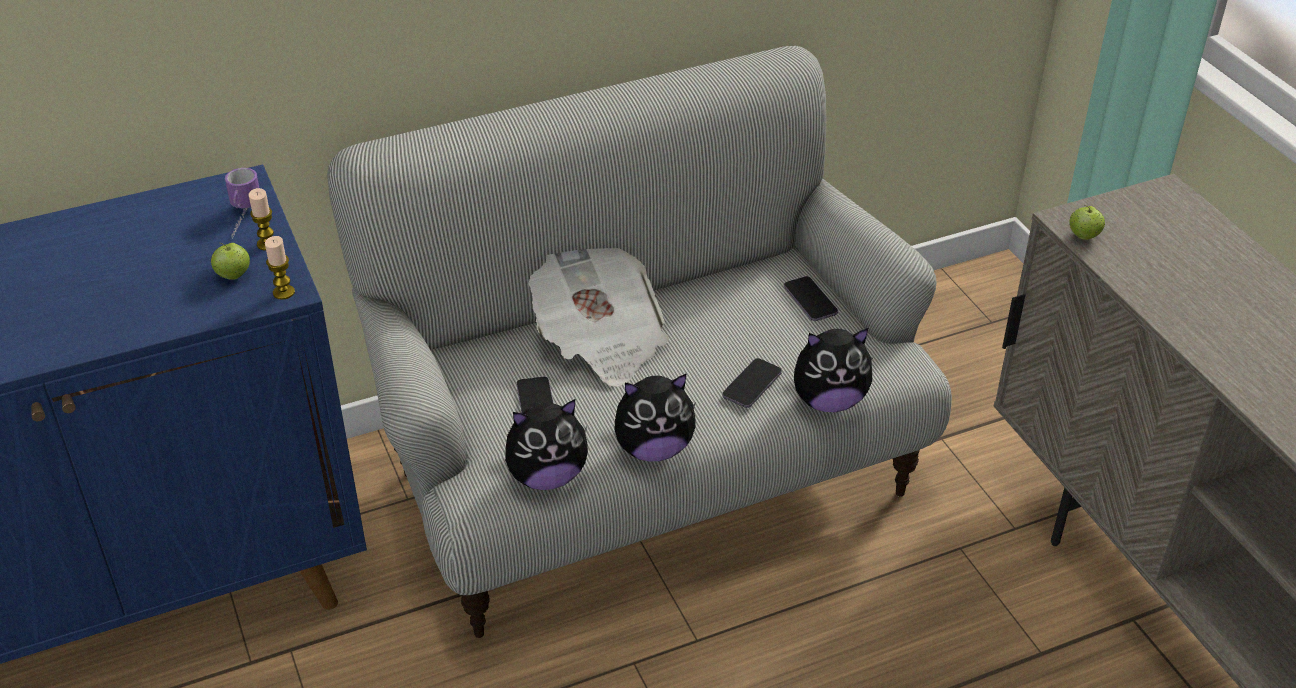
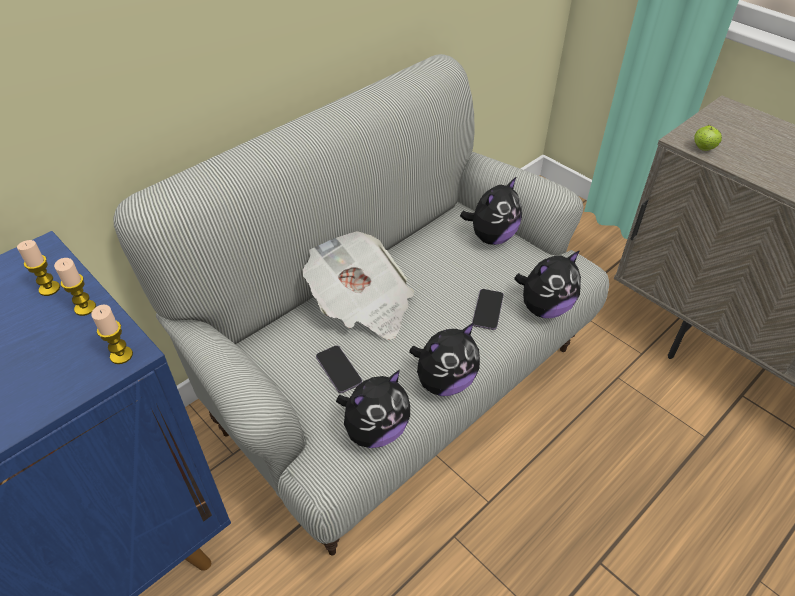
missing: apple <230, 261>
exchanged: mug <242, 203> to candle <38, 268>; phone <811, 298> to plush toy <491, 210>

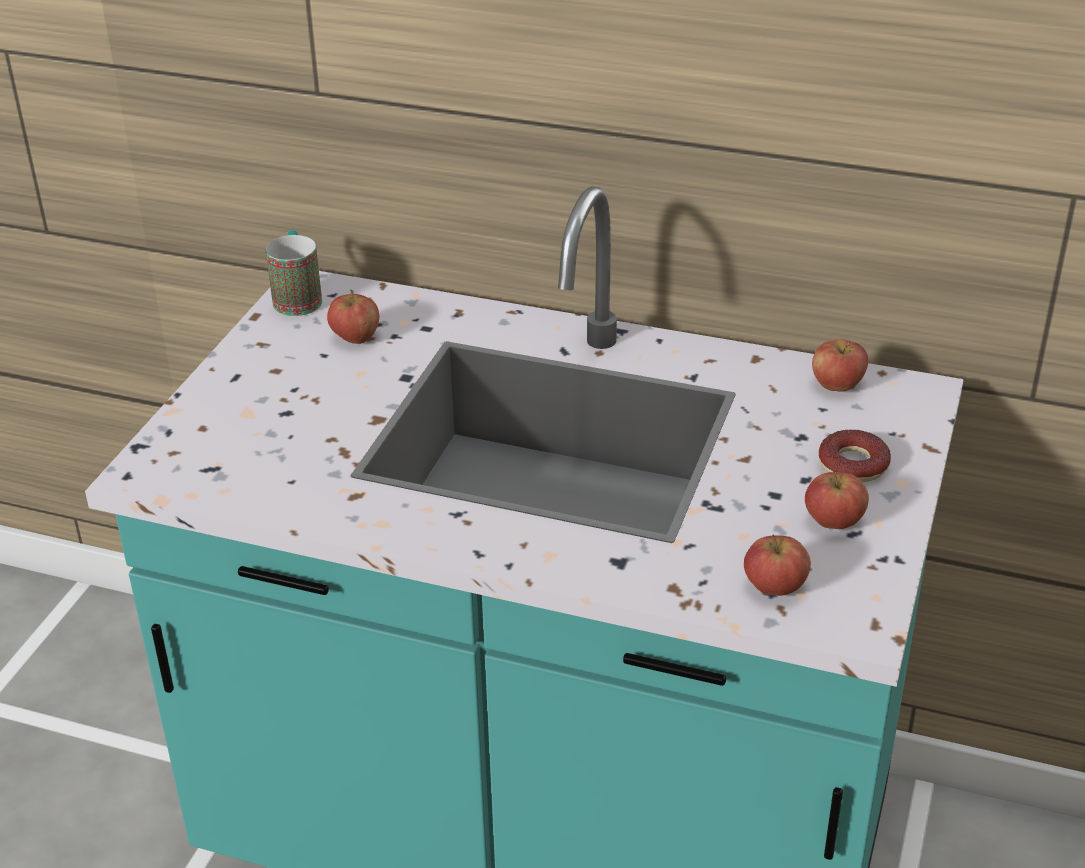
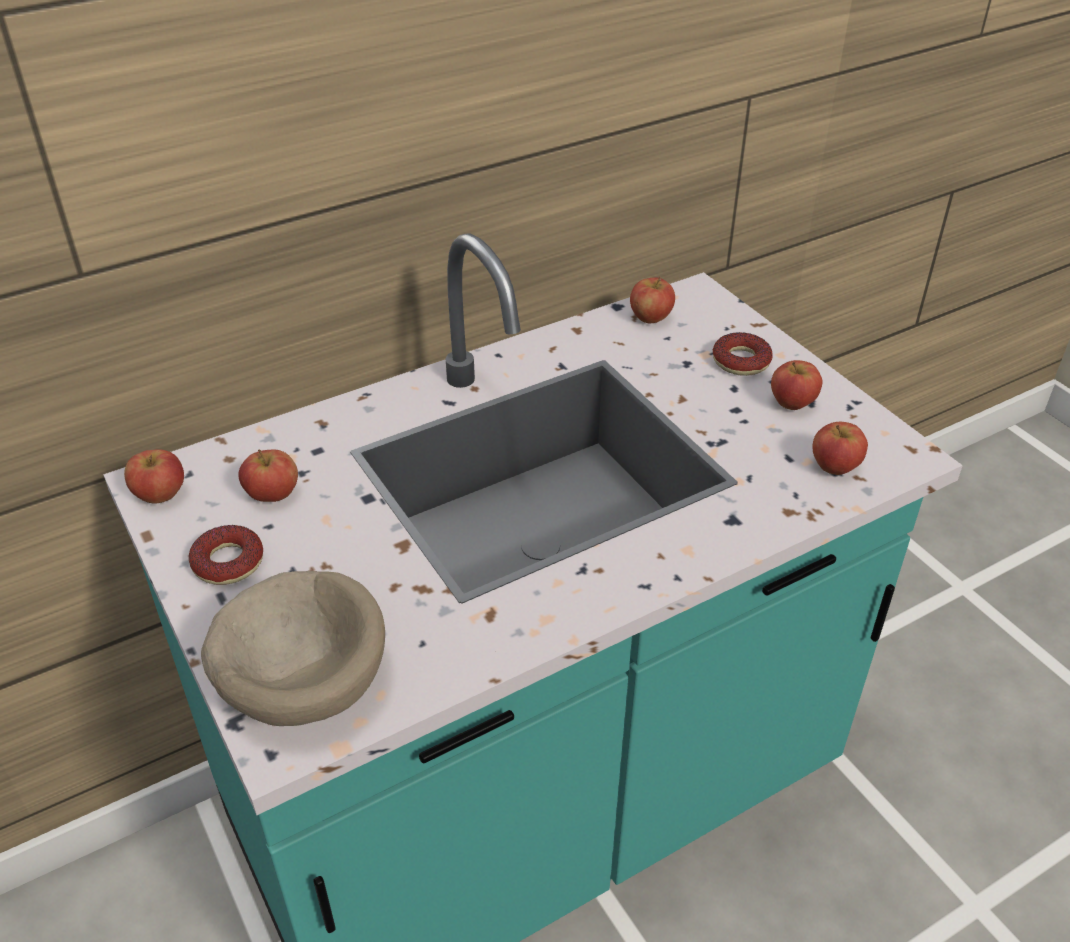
appeared: donut <226, 555>; bowl/beige <293, 648>
exchanged: mug <294, 273> to apple <154, 476>

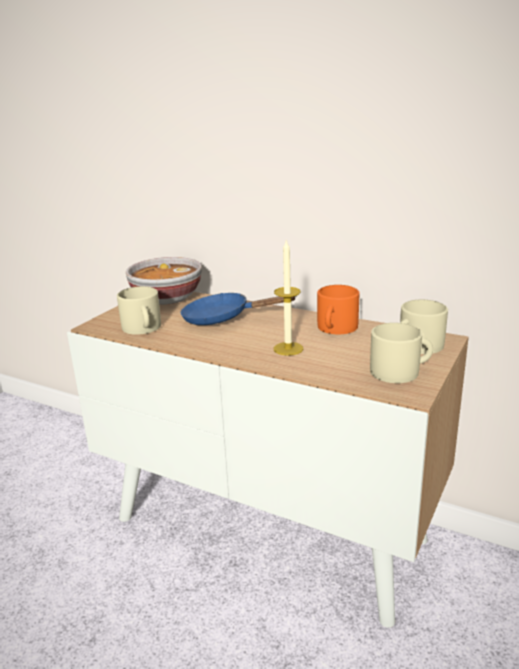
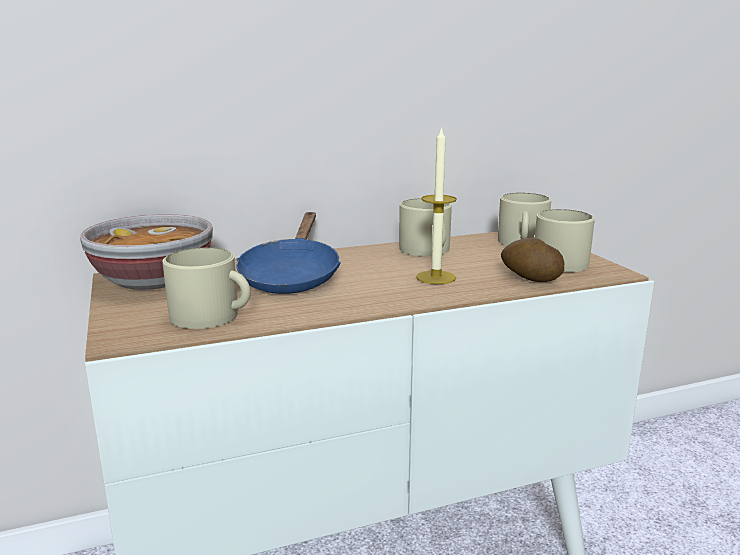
appeared: potato <532, 260>
colour: mug/orange <338, 309> to mug/beige <425, 227>
spun: frying pan/blue <239, 309> = <288, 253> 45 degrees counterclockwise

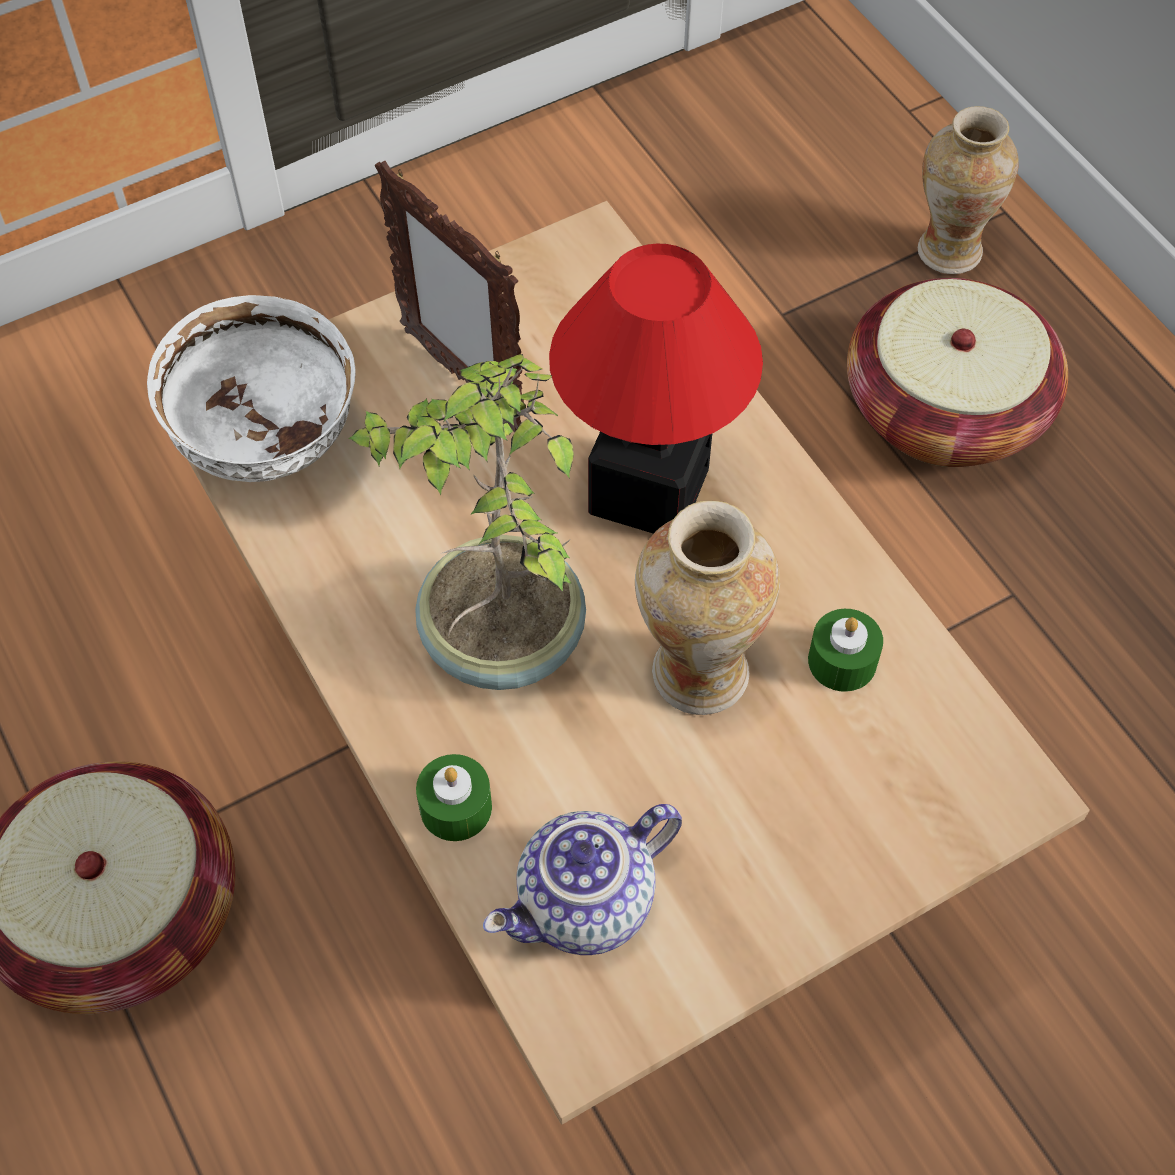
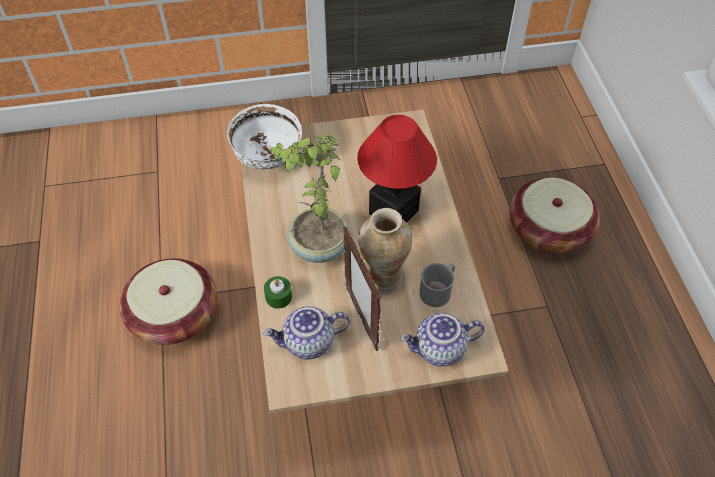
missing: vase <968, 190>
appeared: teapot <442, 340>
relocated: picture frame <449, 297> to <362, 288>
exchanged: candle/green <845, 650> to mug/grey <437, 285>

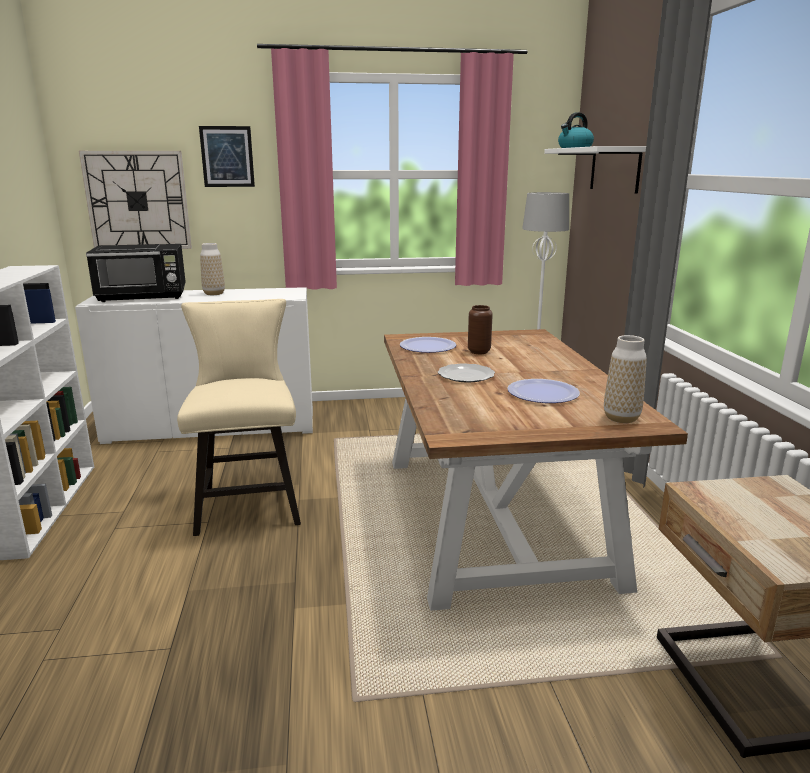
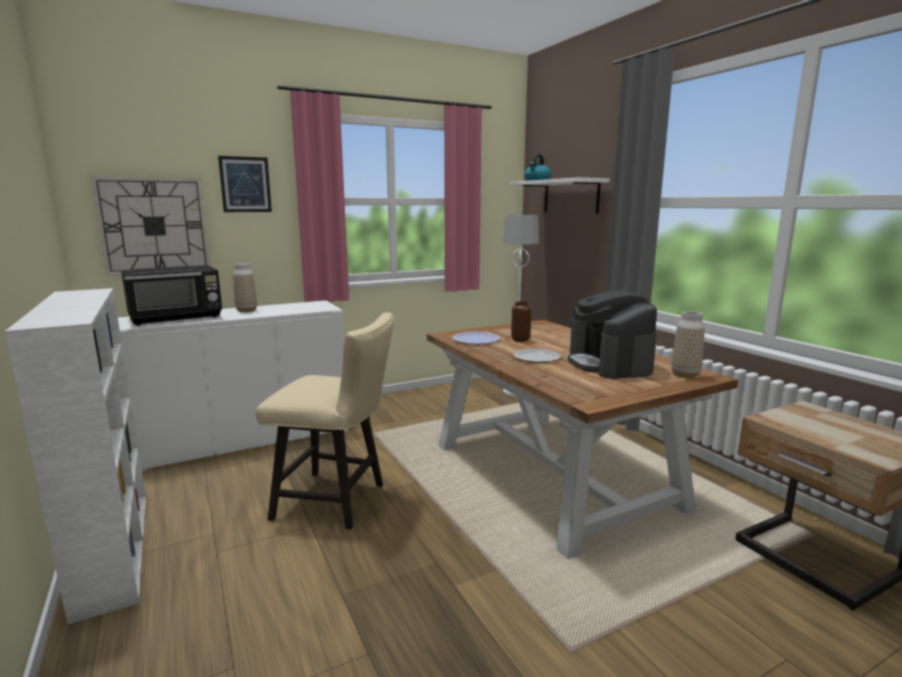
exchanged: plate <543, 391> to coffee machine <612, 334>
spun: chair/beige <239, 417> = <325, 420> 135 degrees clockwise

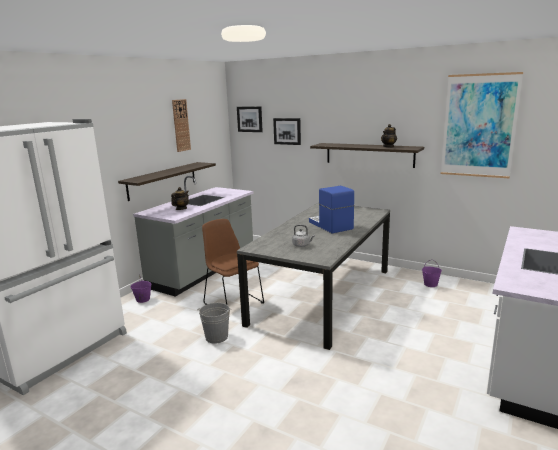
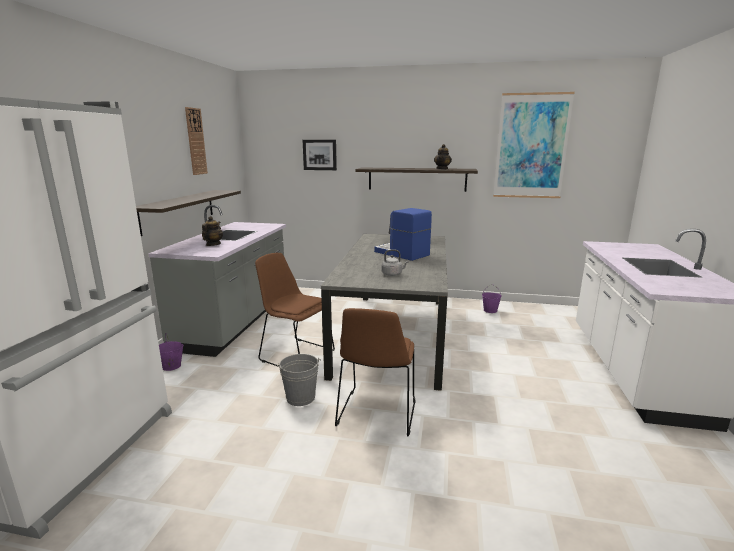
missing: picture <250, 119>
appeared: chair/brown <375, 372>

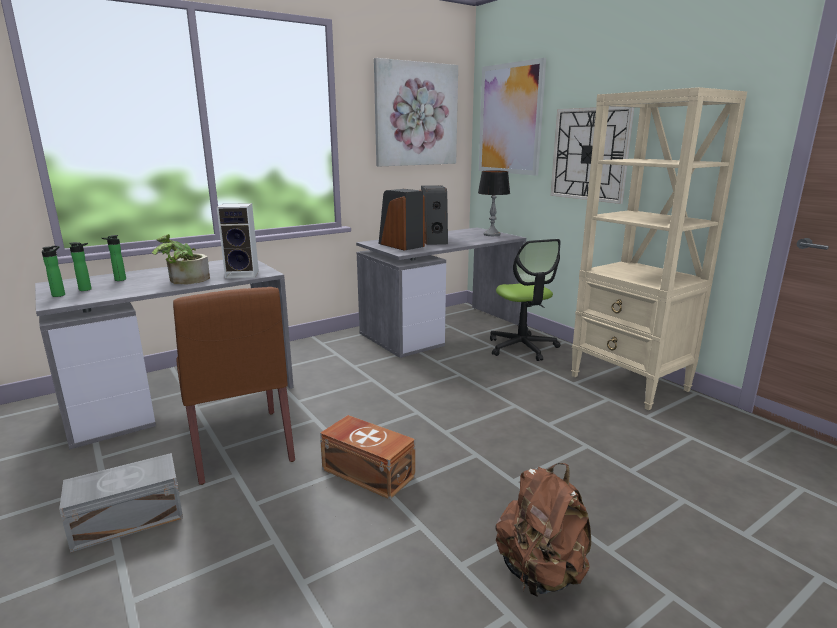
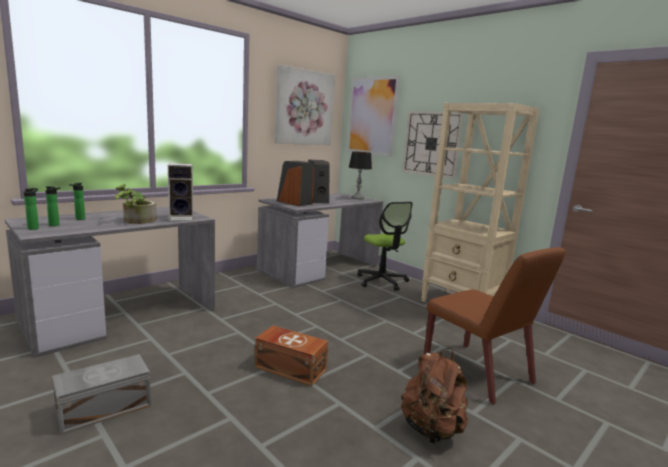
relocated: chair/brown <234, 386> to <495, 326>

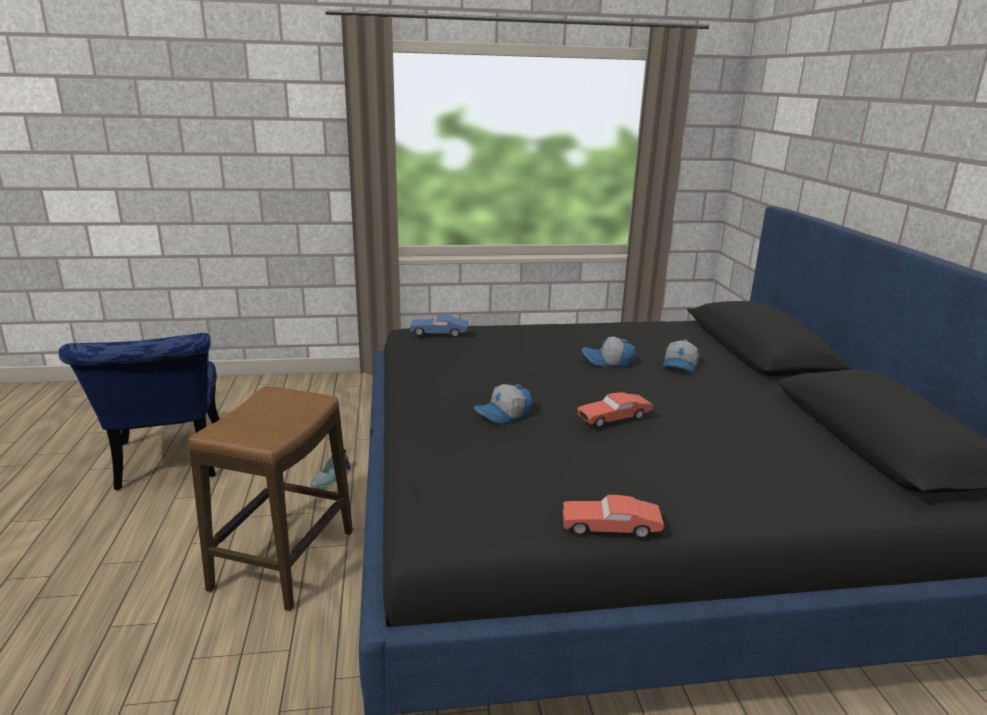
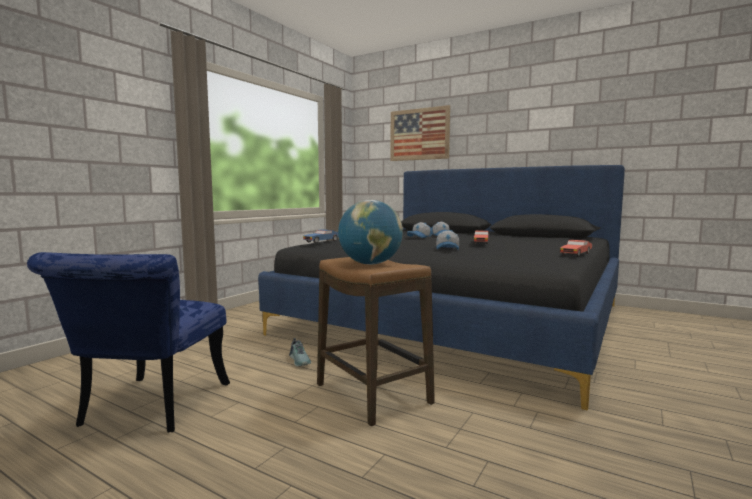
appeared: picture <420, 133>; globe <370, 232>
spun: chair/blue <139, 411> = <128, 342> 75 degrees clockwise

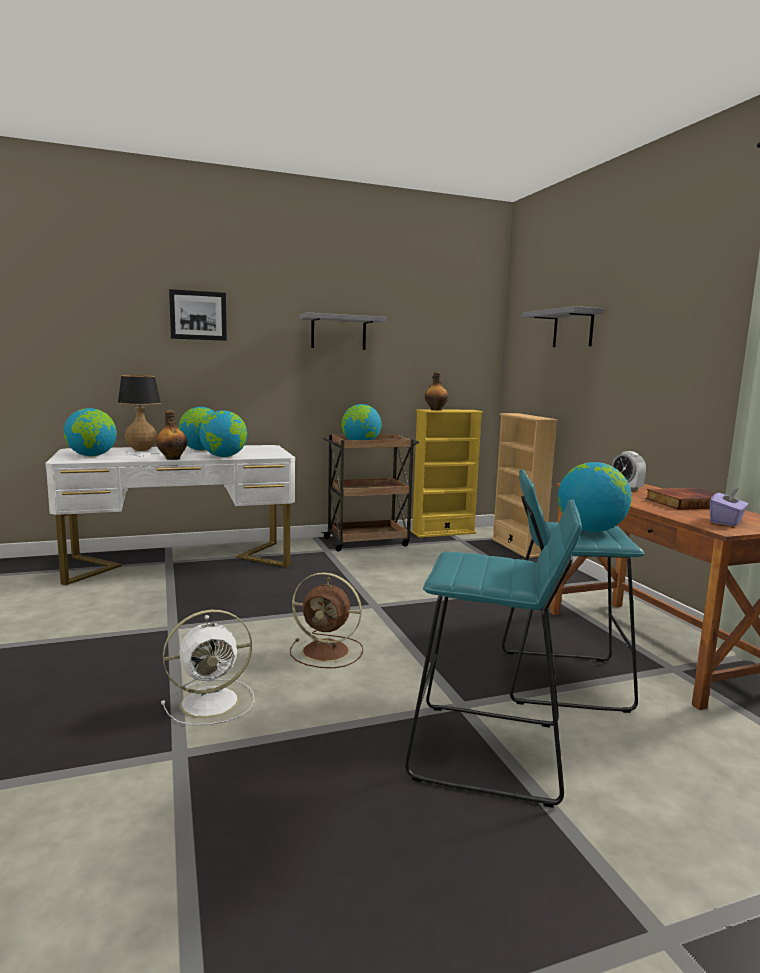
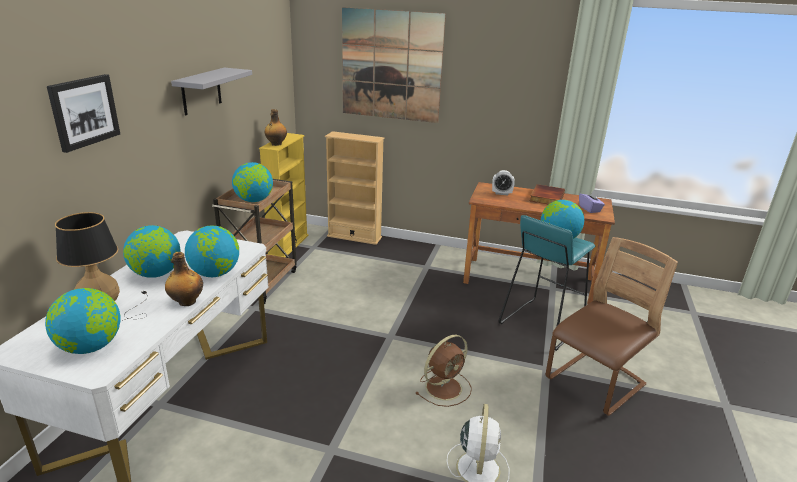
exchanged: shelf/grey <563, 326> to picture <394, 65>; stool/turquoise <493, 653> to chair/brown <612, 326>

